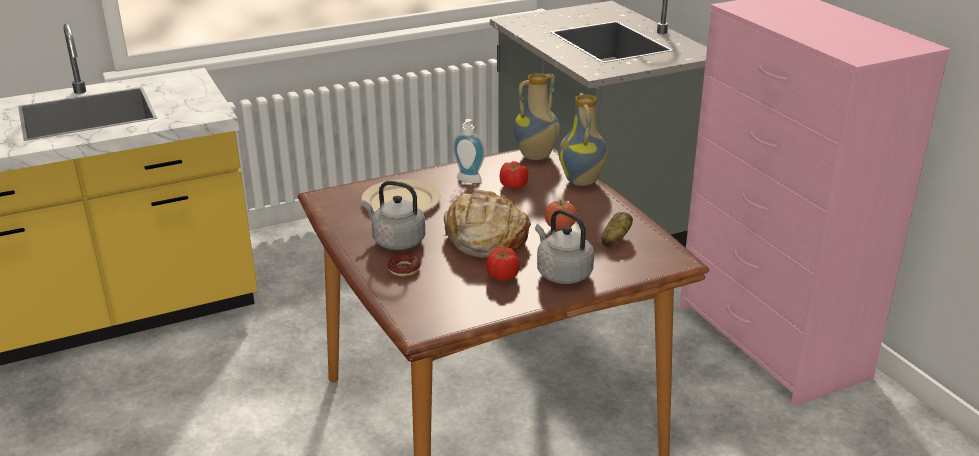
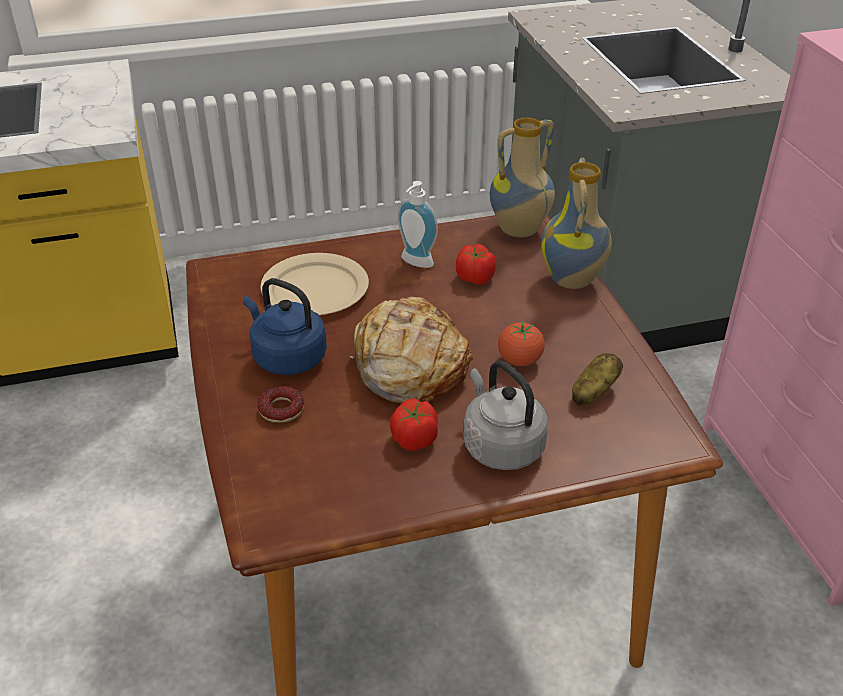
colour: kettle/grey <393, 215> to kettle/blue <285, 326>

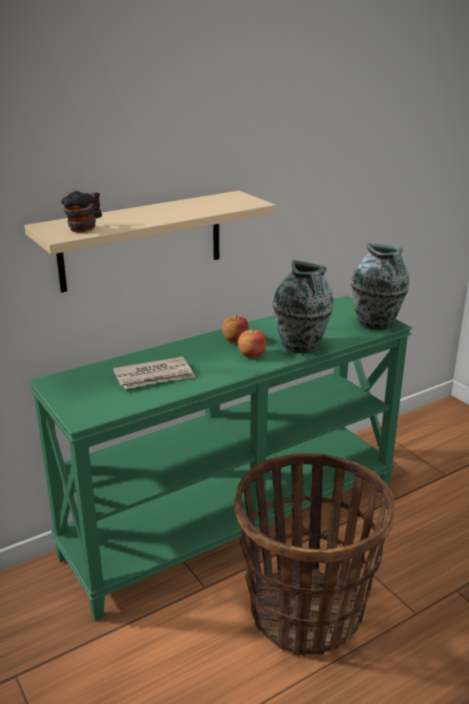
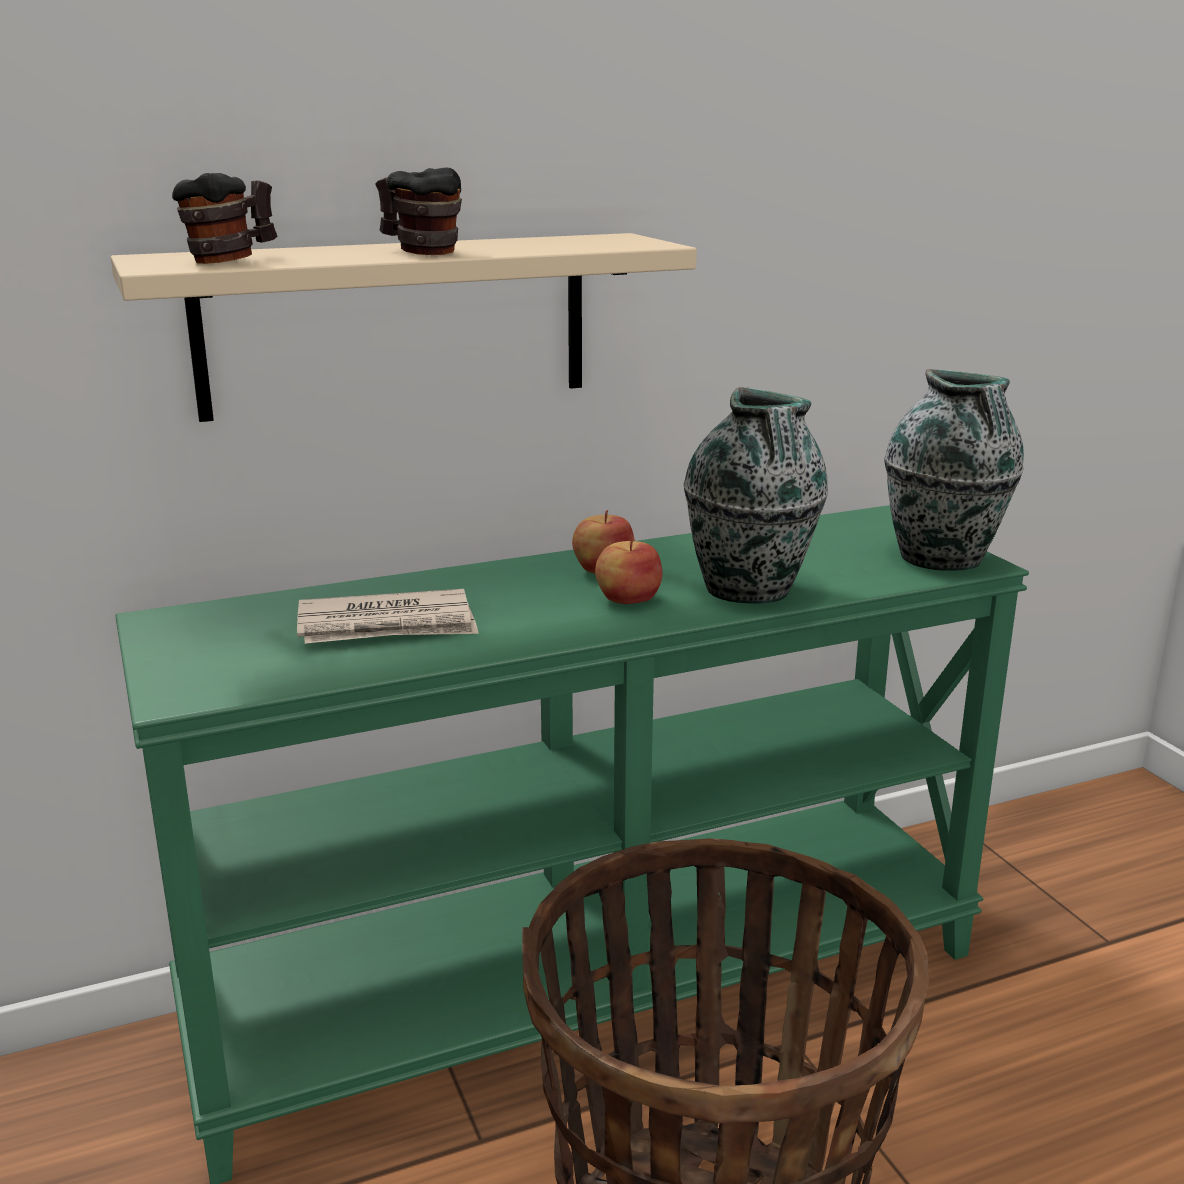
appeared: mug <418, 211>

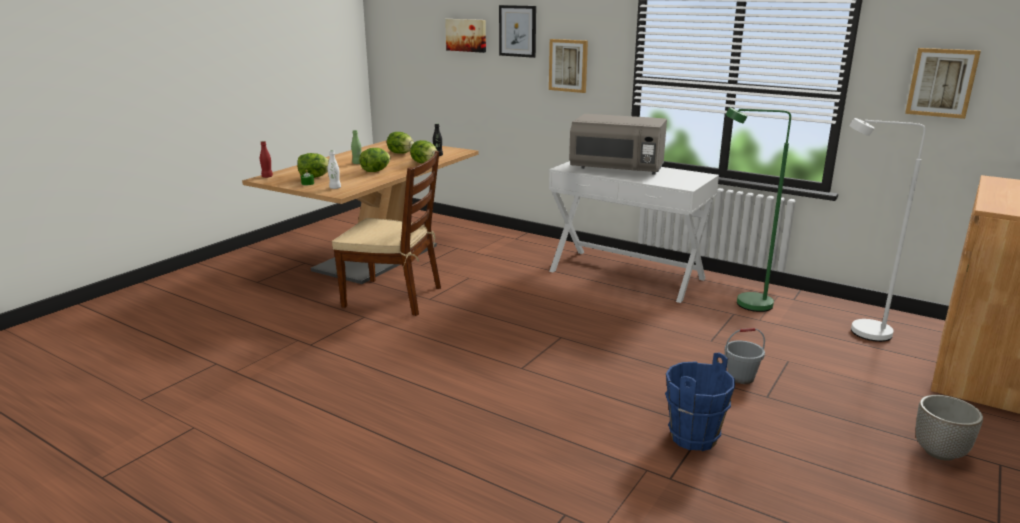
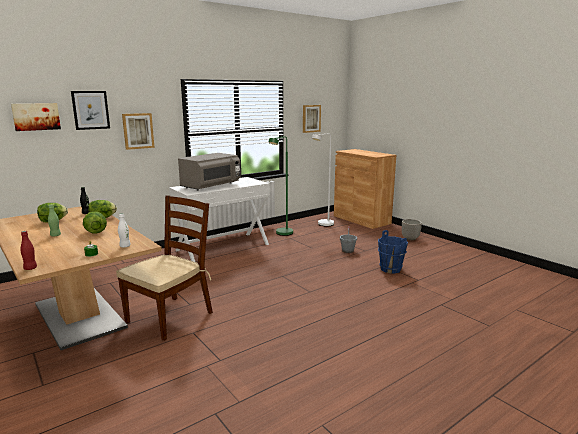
missing: lettuce <313, 165>

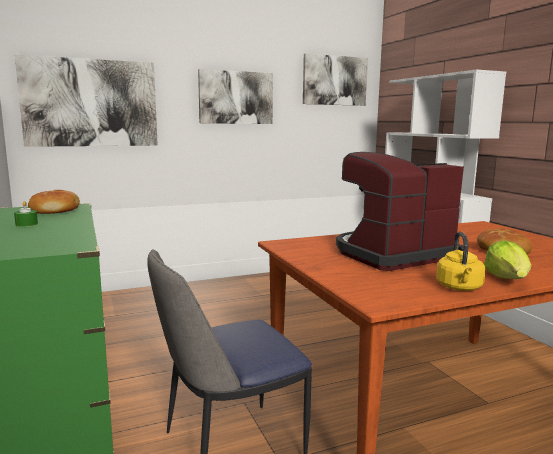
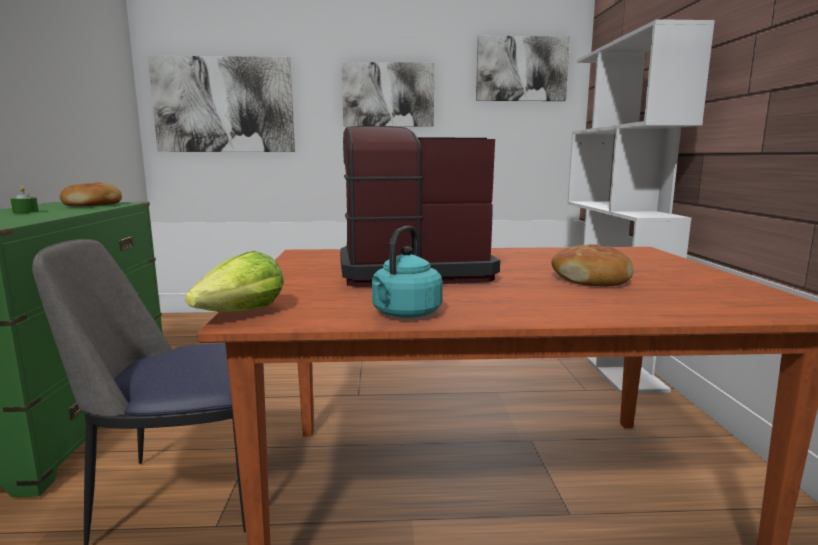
relocated: lettuce <508, 259> to <234, 281>
colour: kettle/yellow <461, 261> to kettle/turquoise <407, 272>

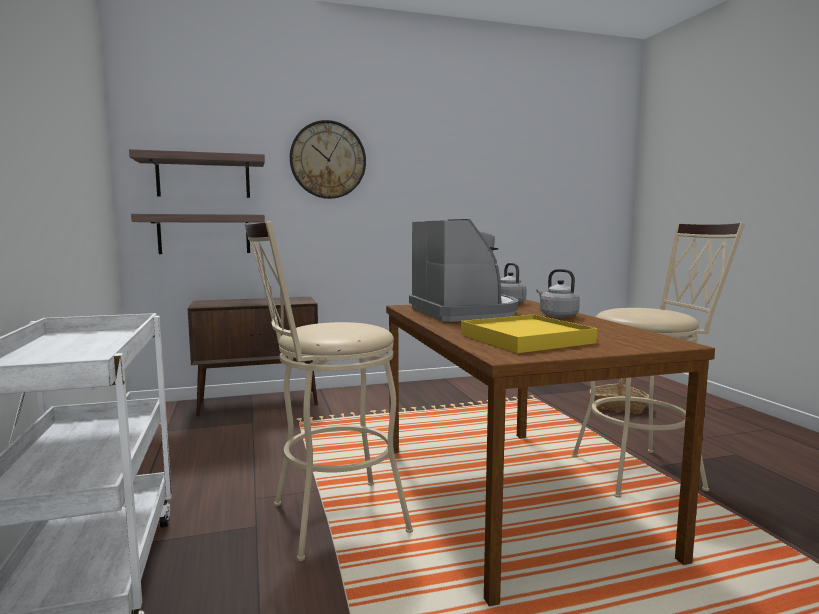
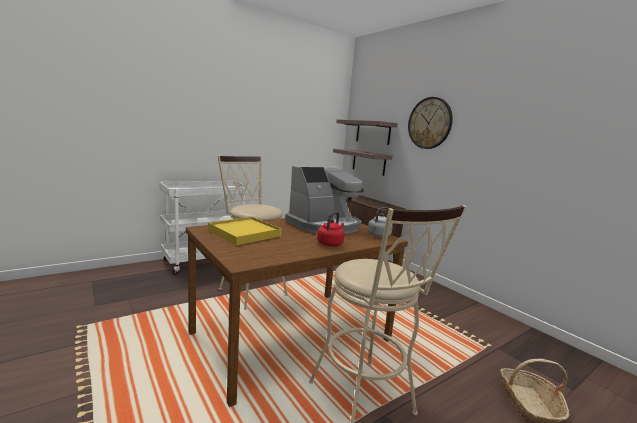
colour: kettle/grey <558, 293> to kettle/red <330, 229>

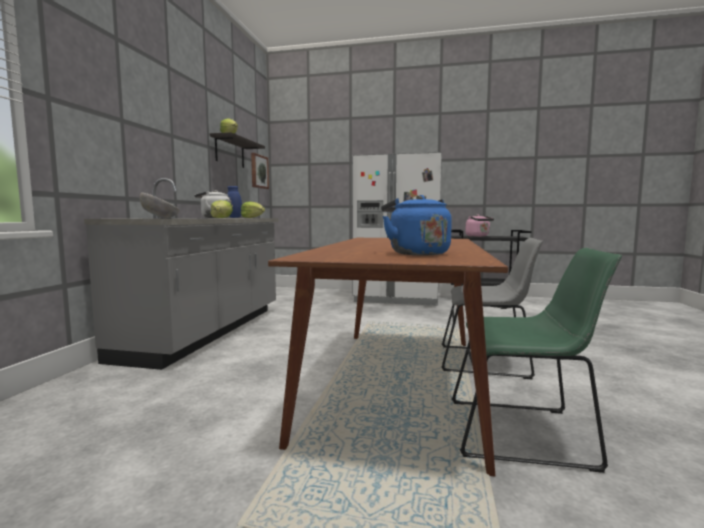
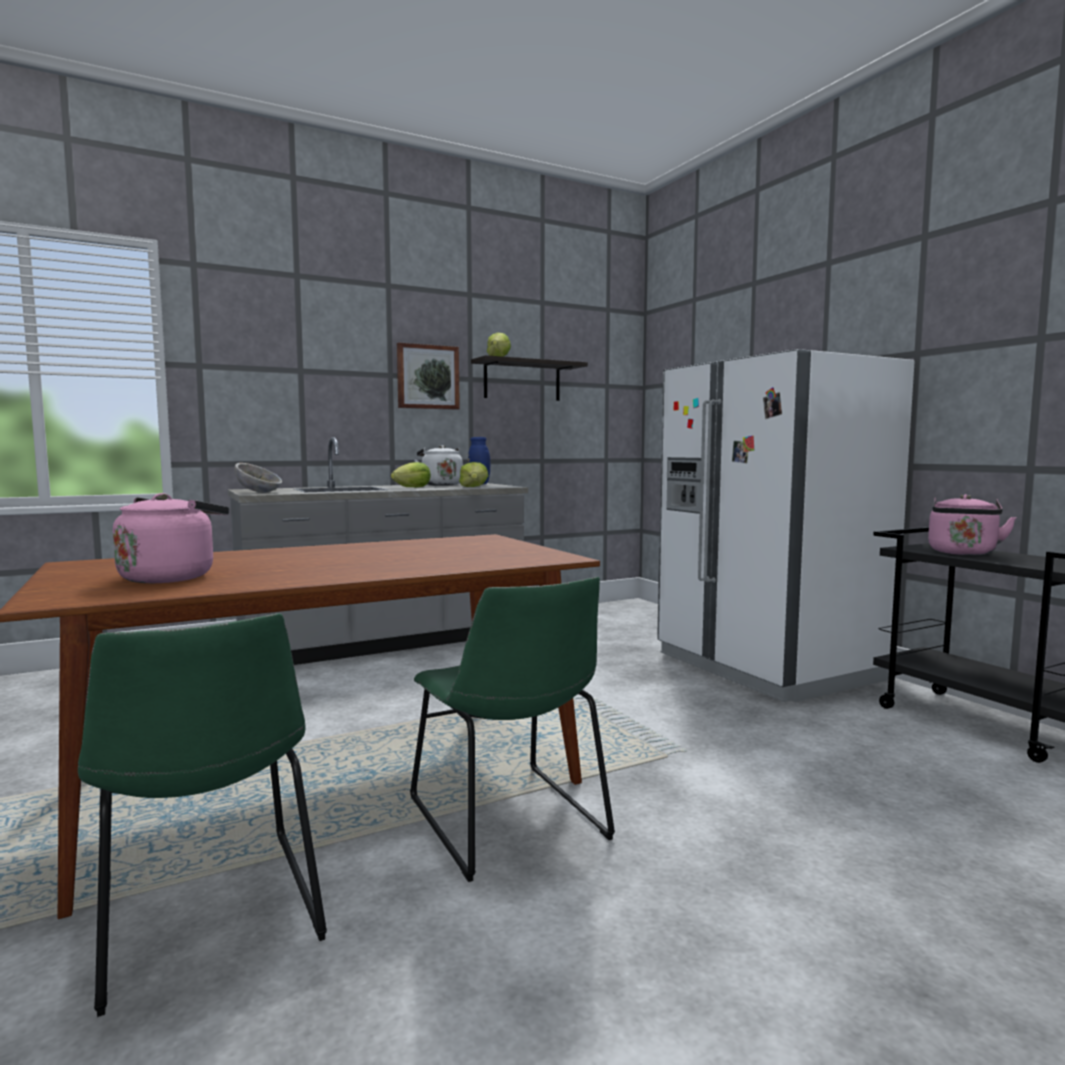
relocated: picture <260, 171> to <428, 376>
colour: kettle/blue <416, 225> to kettle/pink <171, 538>; chair/grey <492, 308> to chair/green <512, 729>

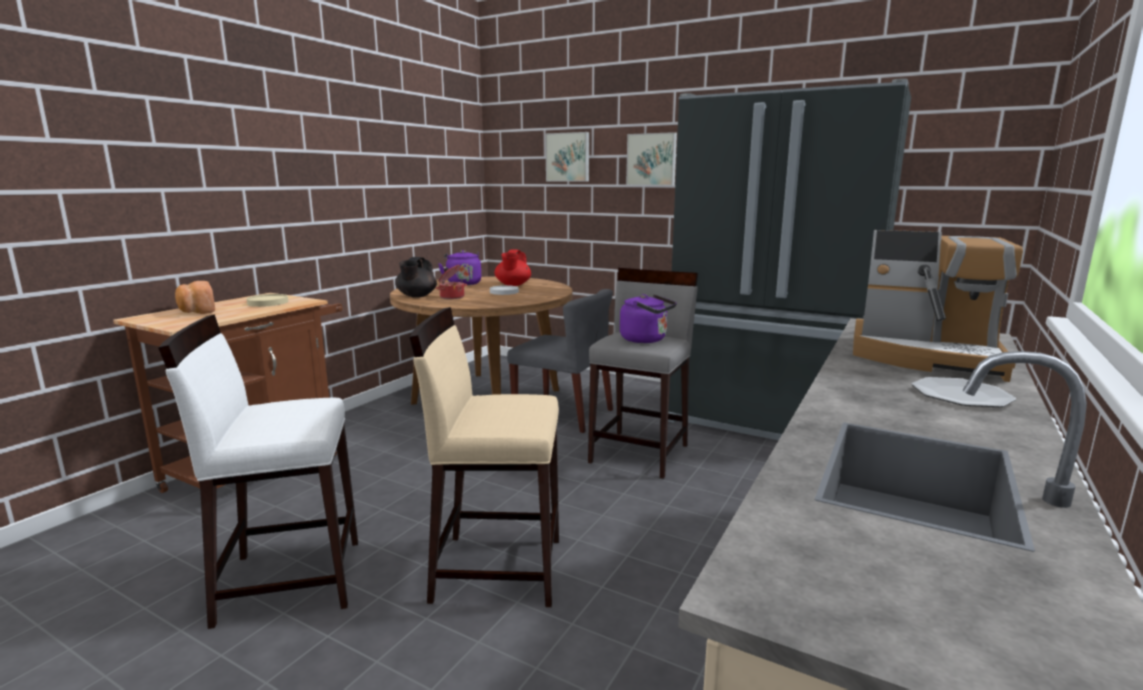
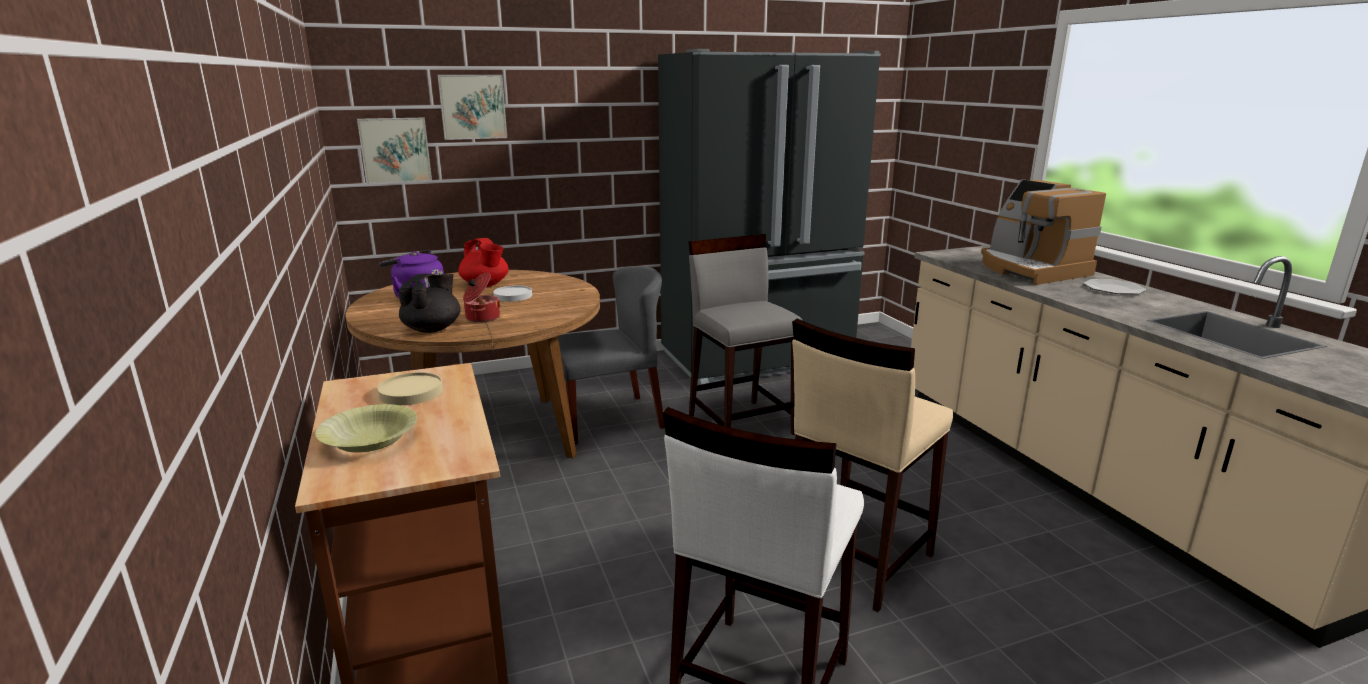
missing: kettle/purple <648, 318>
relocated: picture <651, 159> to <394, 151>
exchanged: bread <195, 297> to bowl/yellow <366, 428>
spun: coffee machine <938, 306> = <1043, 232> 90 degrees clockwise; teapot/black <416, 277> = <430, 303> 120 degrees counterclockwise

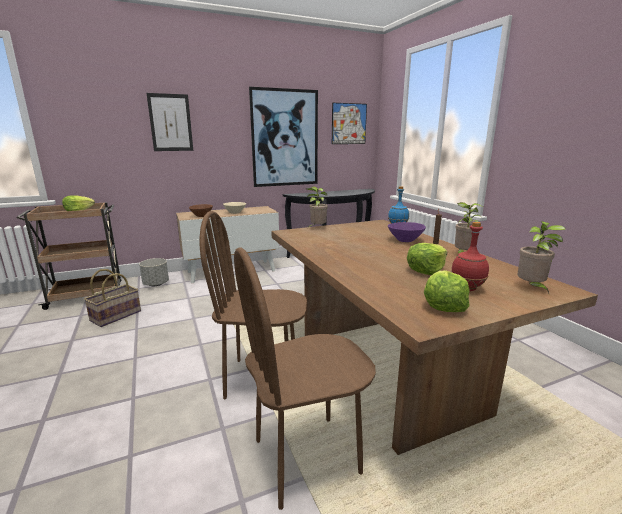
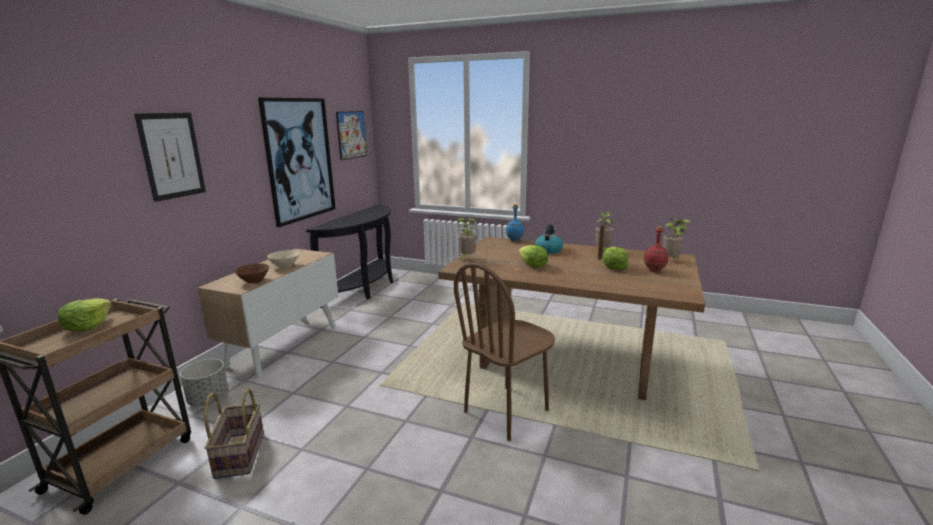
missing: chair/brown <305, 378>
relocated: lettuce <446, 291> to <533, 256>
exchanged: bowl/purple <407, 232> to kettle <549, 239>

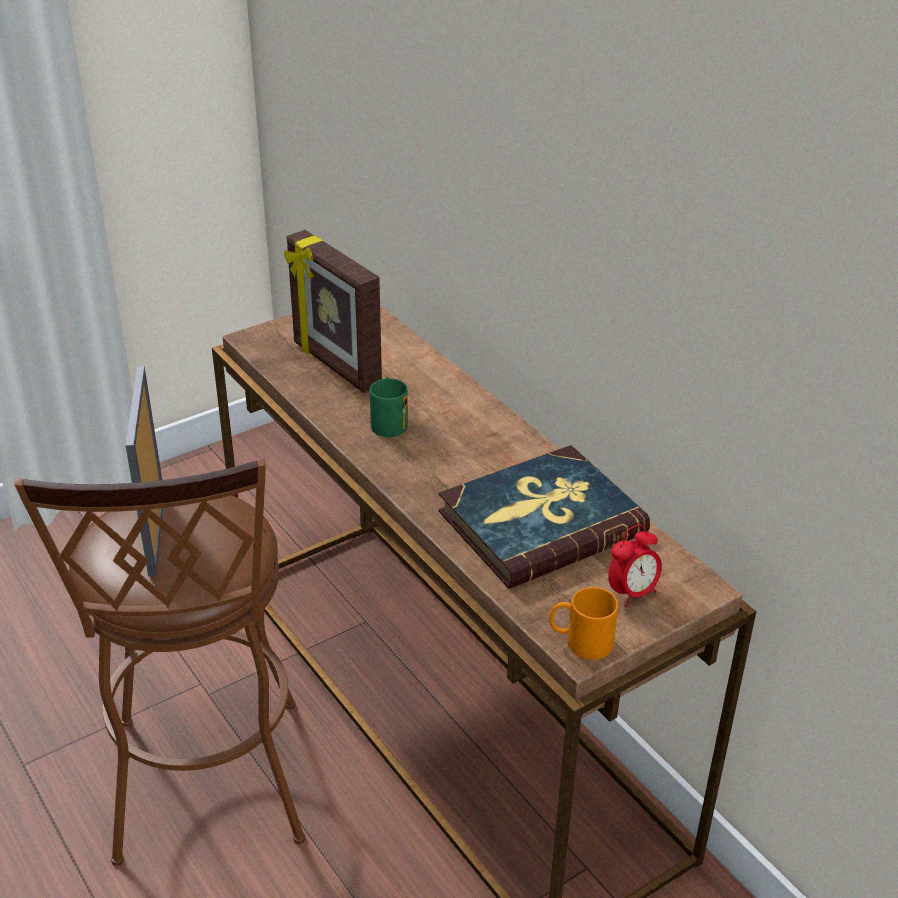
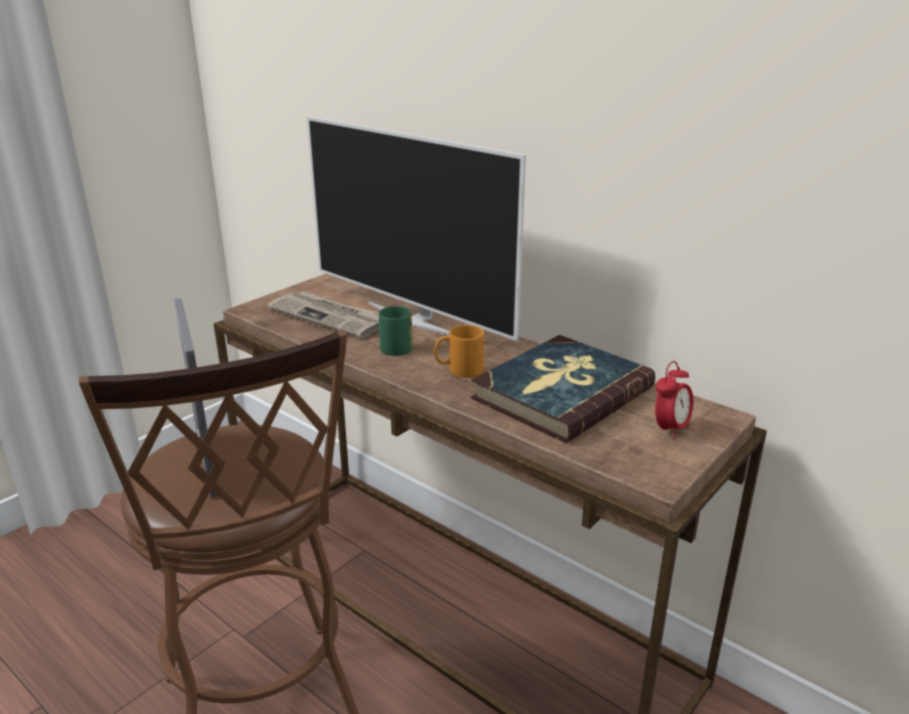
appeared: television <416, 228>
relocated: mug/orange <583, 623> to <459, 351>
exchanged: picture frame <333, 311> to newspaper <323, 314>

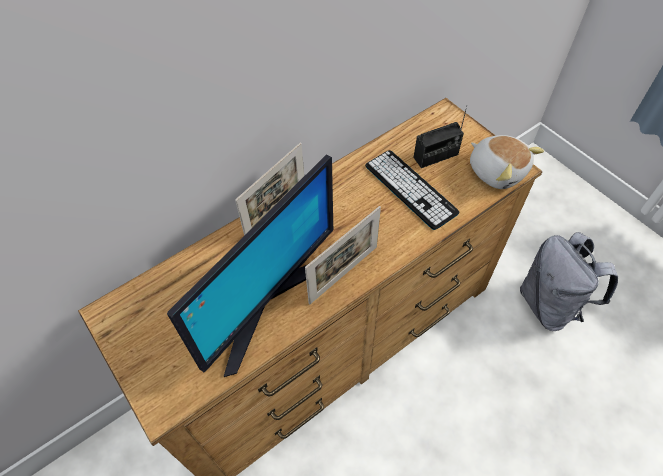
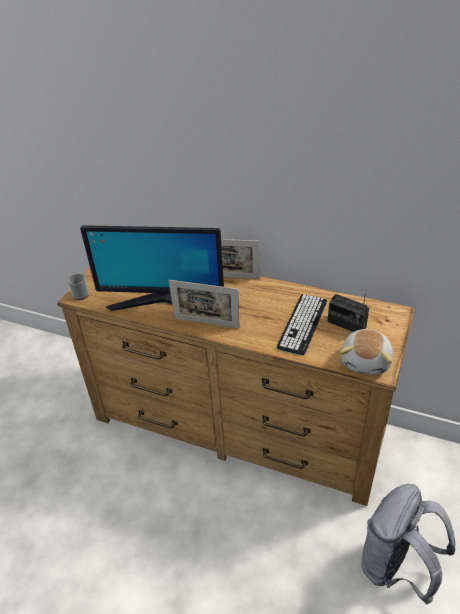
appeared: mug <78, 287>

